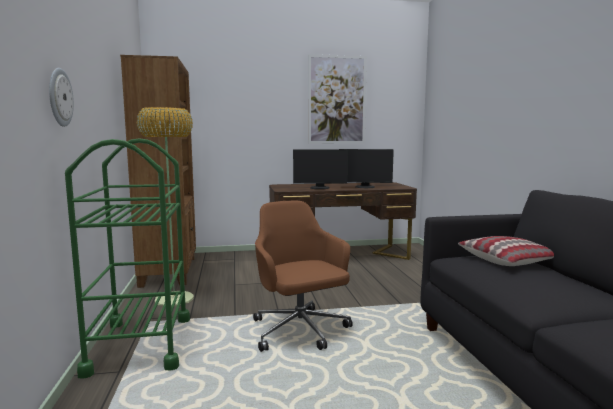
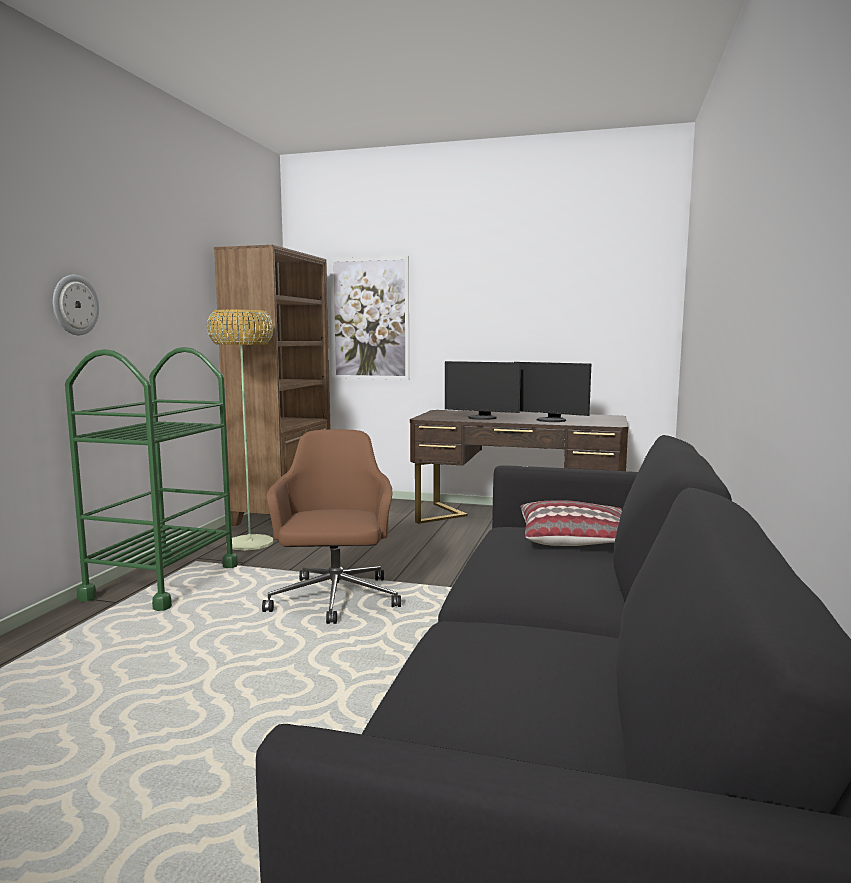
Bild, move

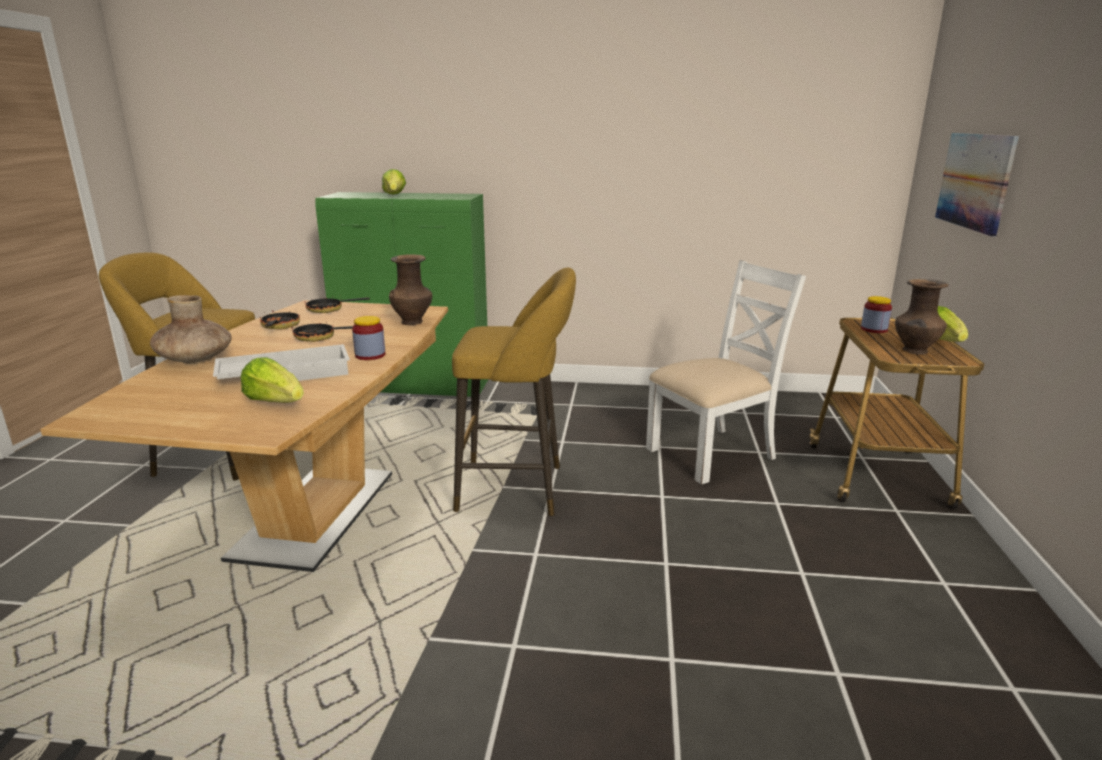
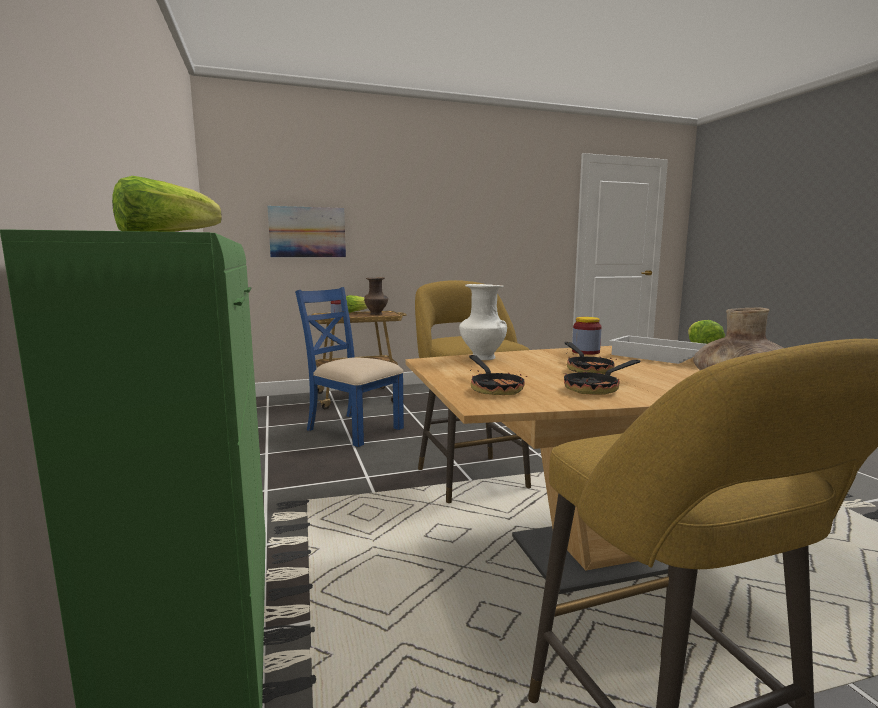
Vase [braun] (2nd from left) => Vase [weiß]
Stuhl [weiß] => Stuhl [blau]

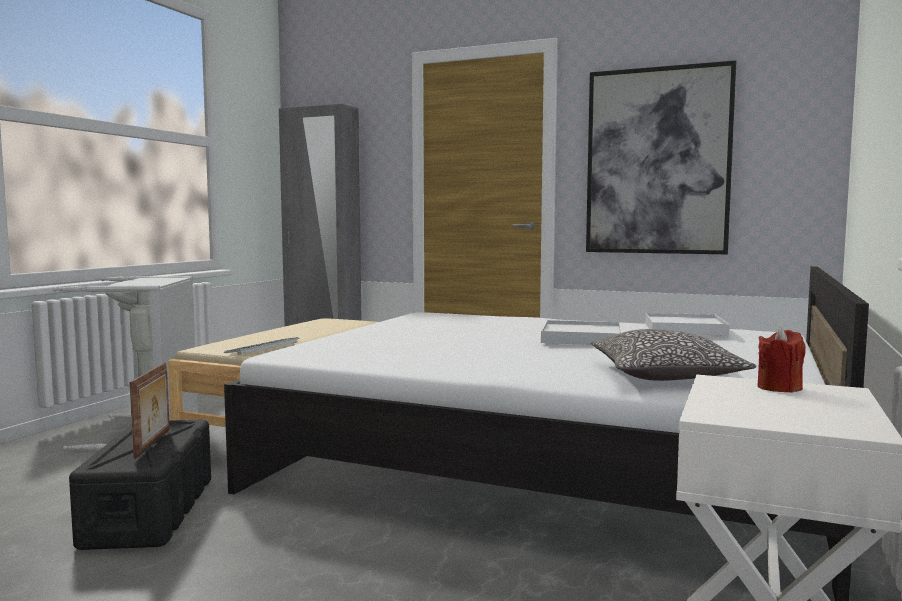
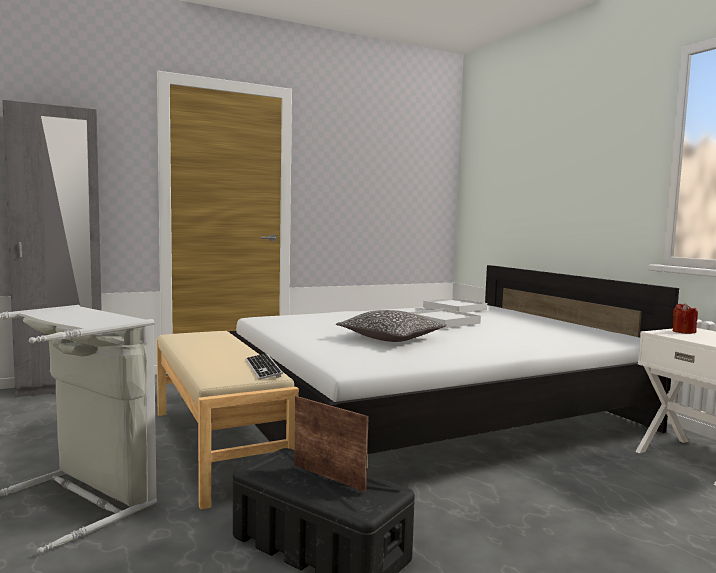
Bild => nothing
Kissen, move

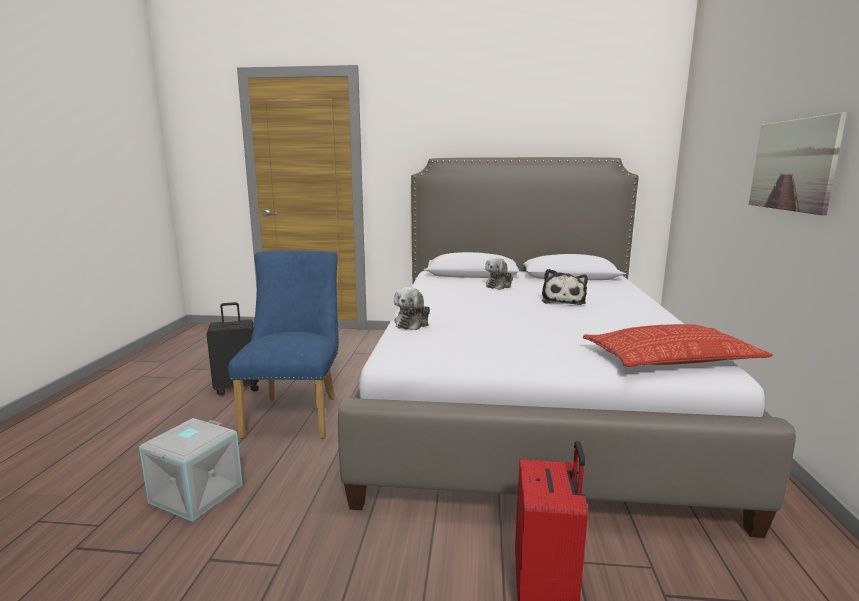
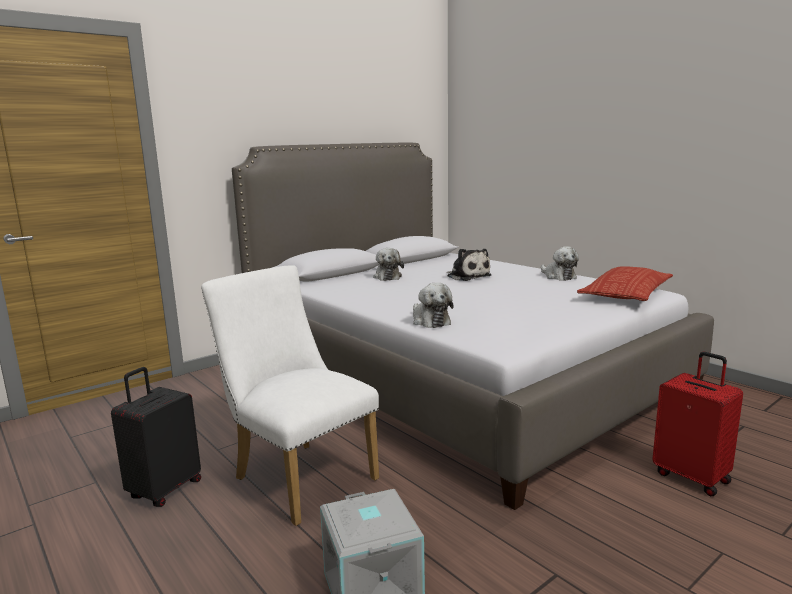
Bild => nothing
Stuhl [blau] => Stuhl [weiß]
nothing => Plüschtier (4th from left)

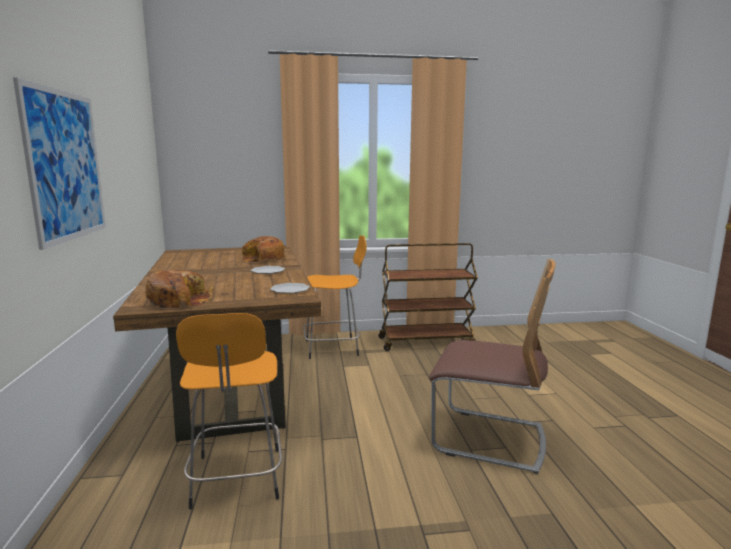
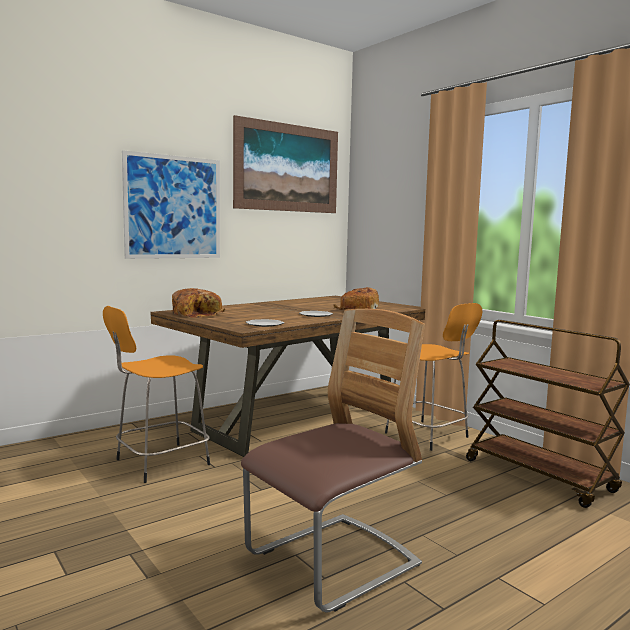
Stuhl, 120 degrees counterclockwise
nothing => Bild (2nd from left)

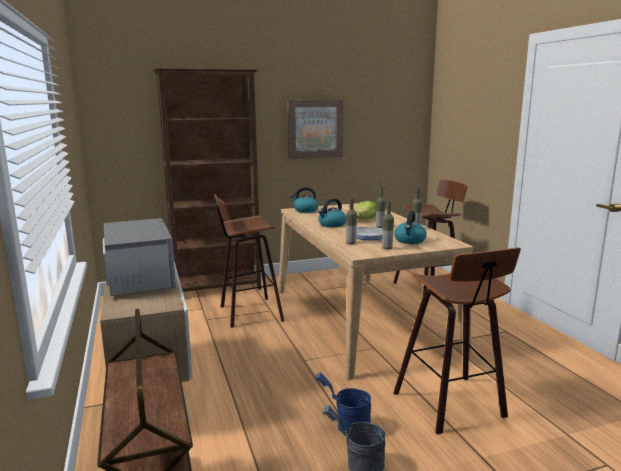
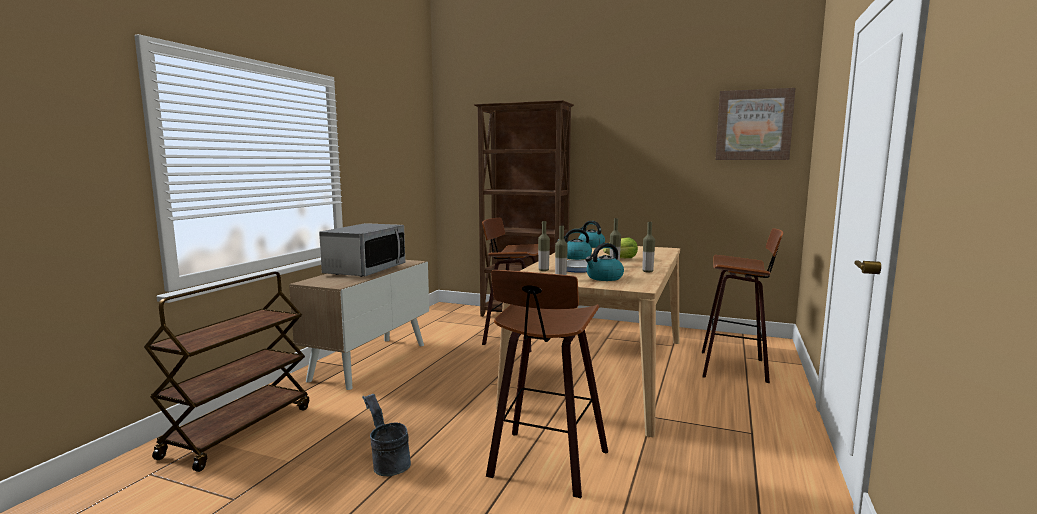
Bild, move
Eimer [blau] => nothing

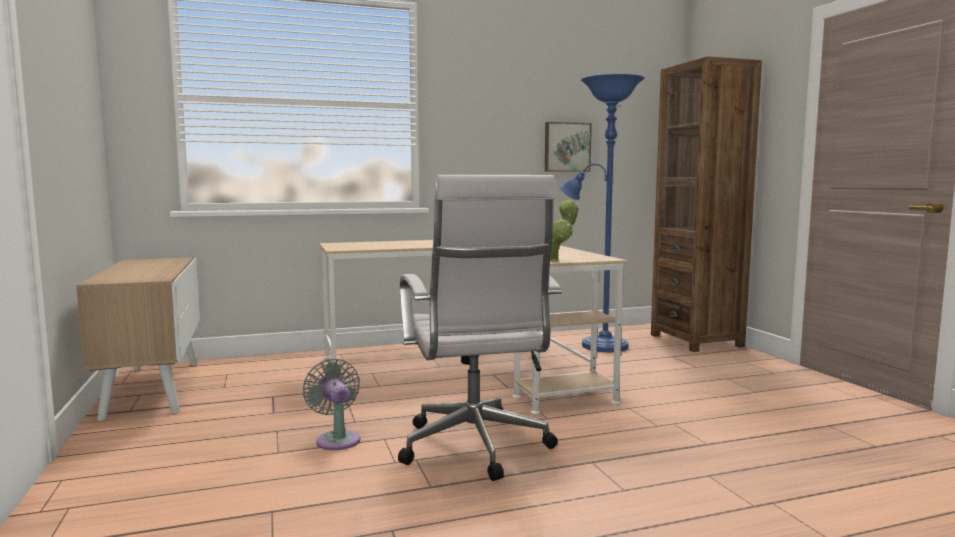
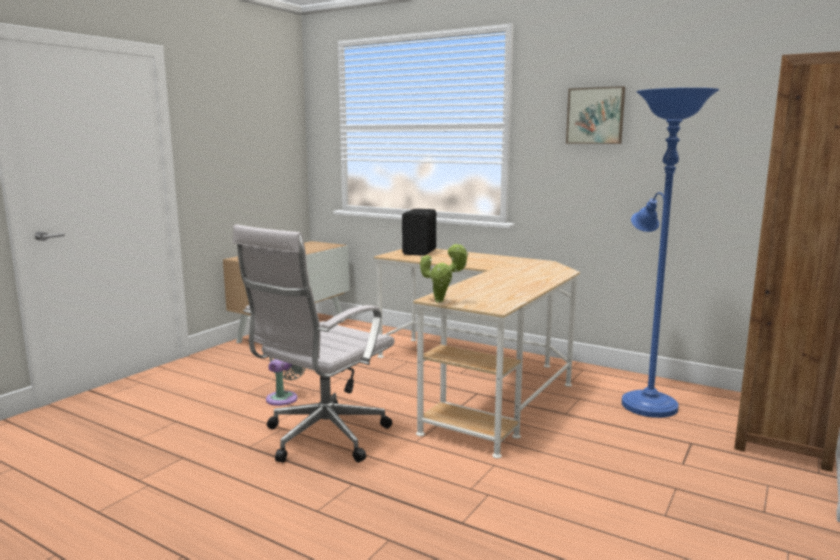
Bild, move
nothing => Lautsprecher [schwarz]

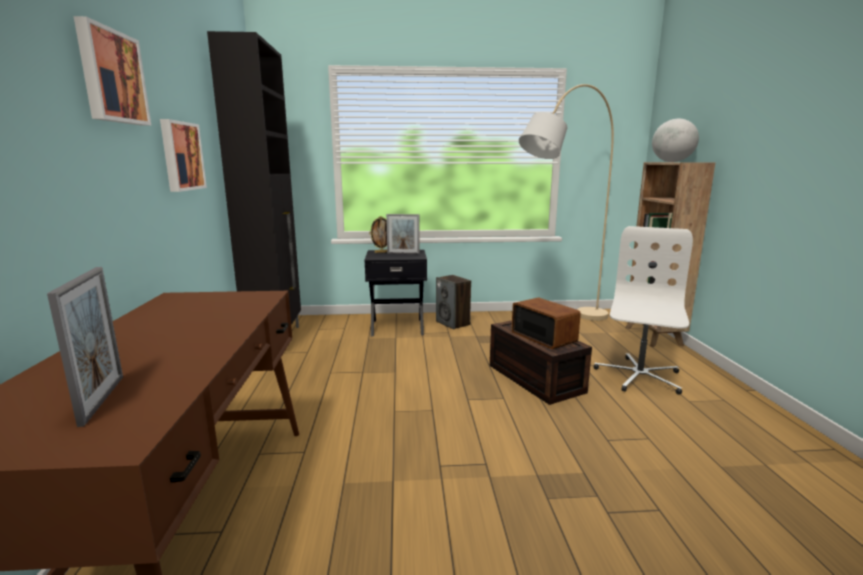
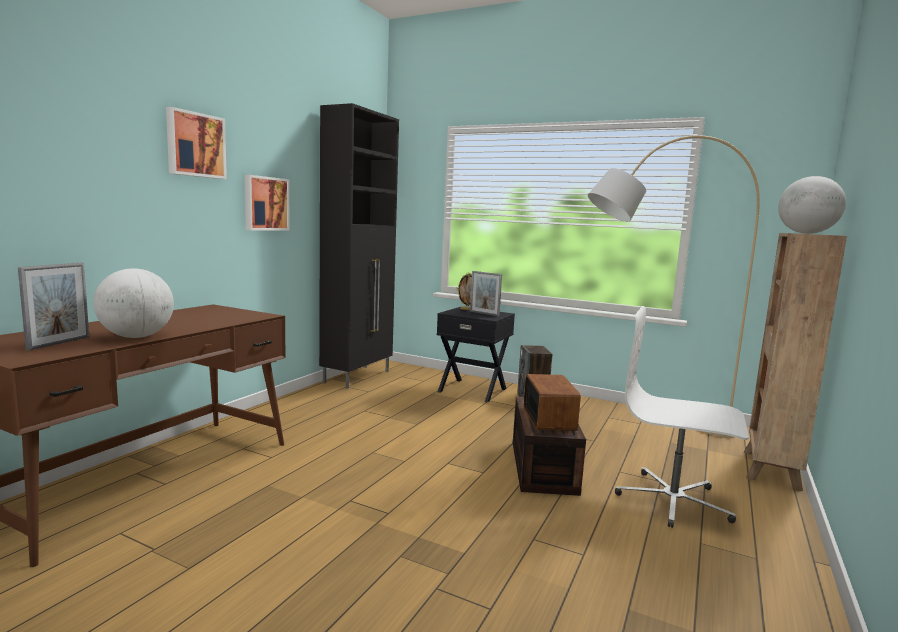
Bürostuhl [weiß], 120 degrees counterclockwise
nothing => Globus (1st from left)

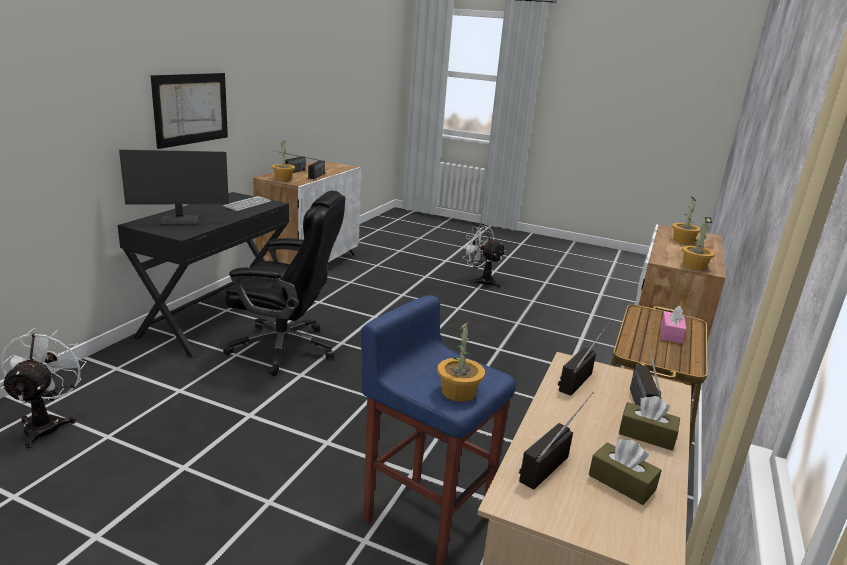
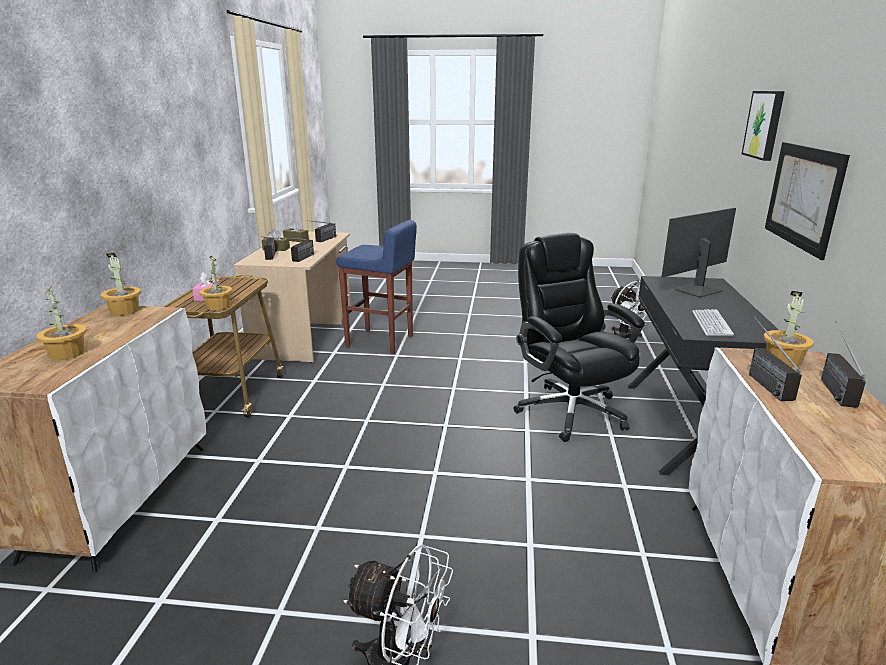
Bürostuhl [schwarz], 75 degrees clockwise
Topfpflanze (2nd from left in the first image) => Topfpflanze (3rd from left), move
nothing => Bild (1st from left)

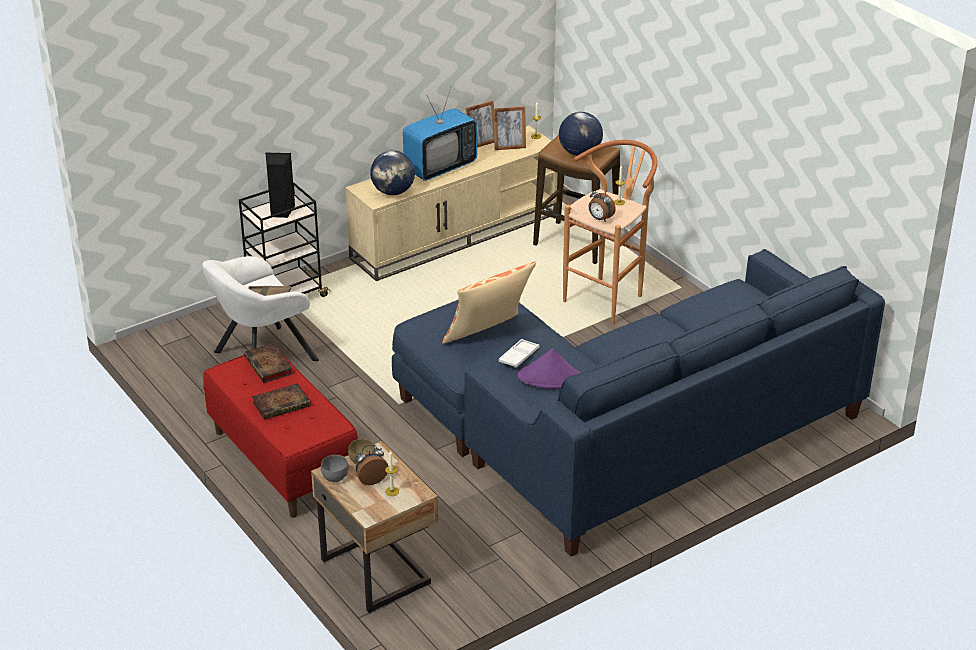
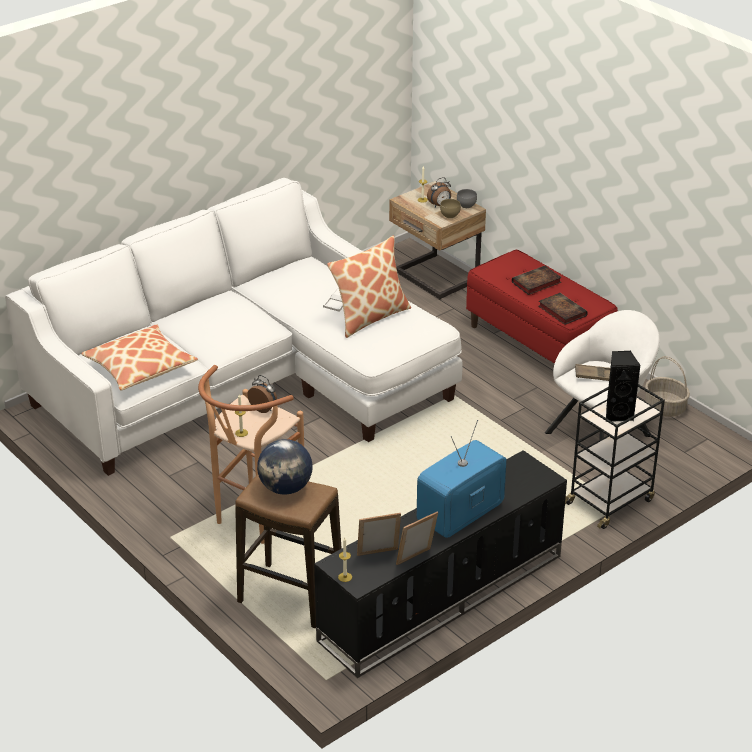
Fernsehschrank [beige] => Fernsehschrank [schwarz]
Globus (1st from left) => nothing
Sofa [blau] => Sofa [weiß]
Hut [lila] => nothing
nothing => Kissen (1st from left)
nothing => Korb

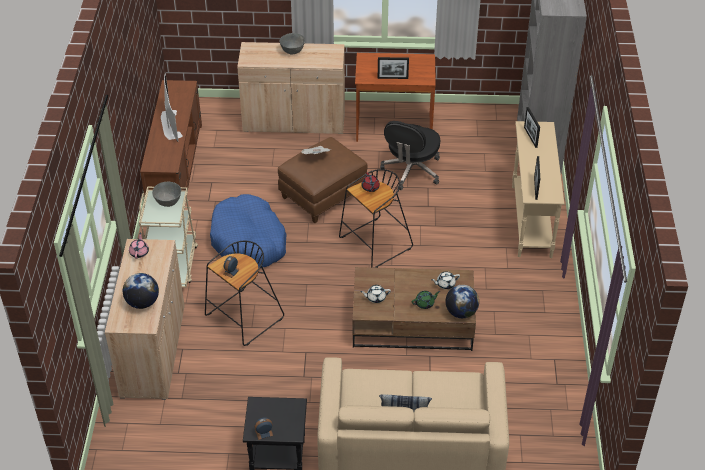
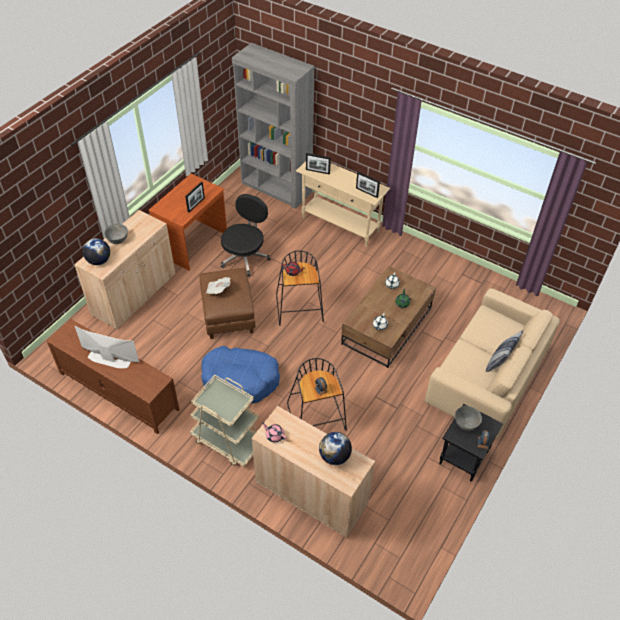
Bürostuhl [schwarz], 120 degrees counterclockwise
Schüssel [grau] (1st from left in the first image) => Schüssel [grau] (2nd from left), move
Globus (2nd from left in the first image) => Globus (1st from left), move

